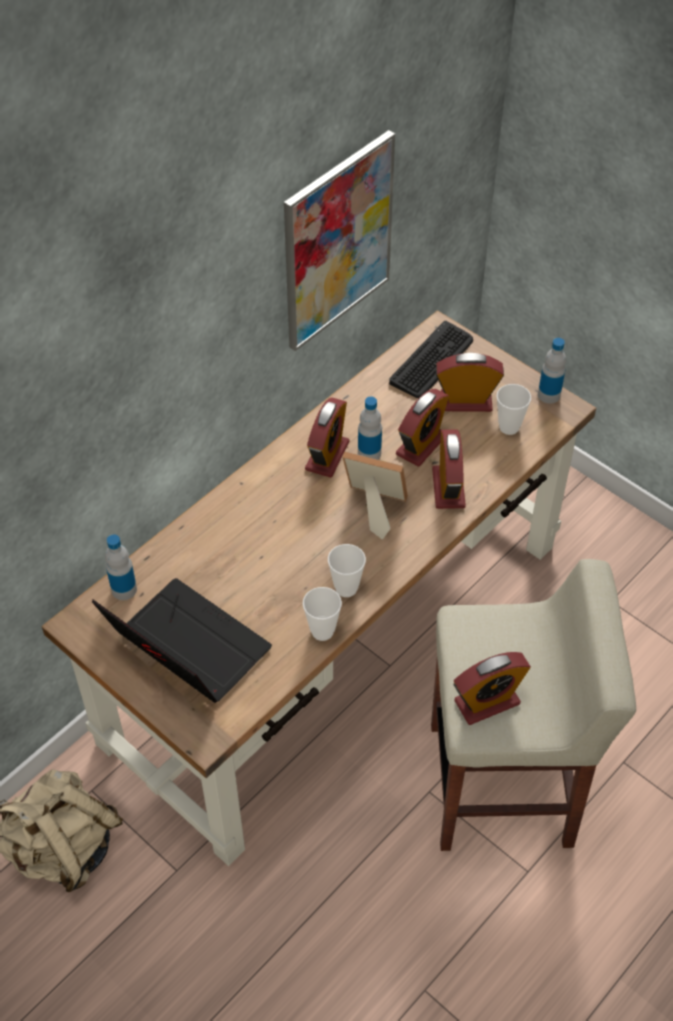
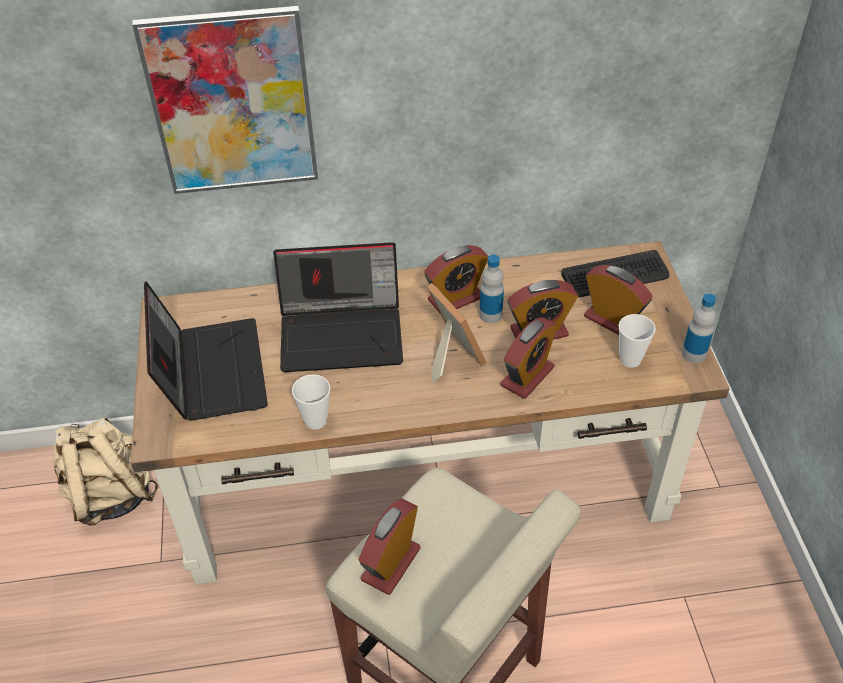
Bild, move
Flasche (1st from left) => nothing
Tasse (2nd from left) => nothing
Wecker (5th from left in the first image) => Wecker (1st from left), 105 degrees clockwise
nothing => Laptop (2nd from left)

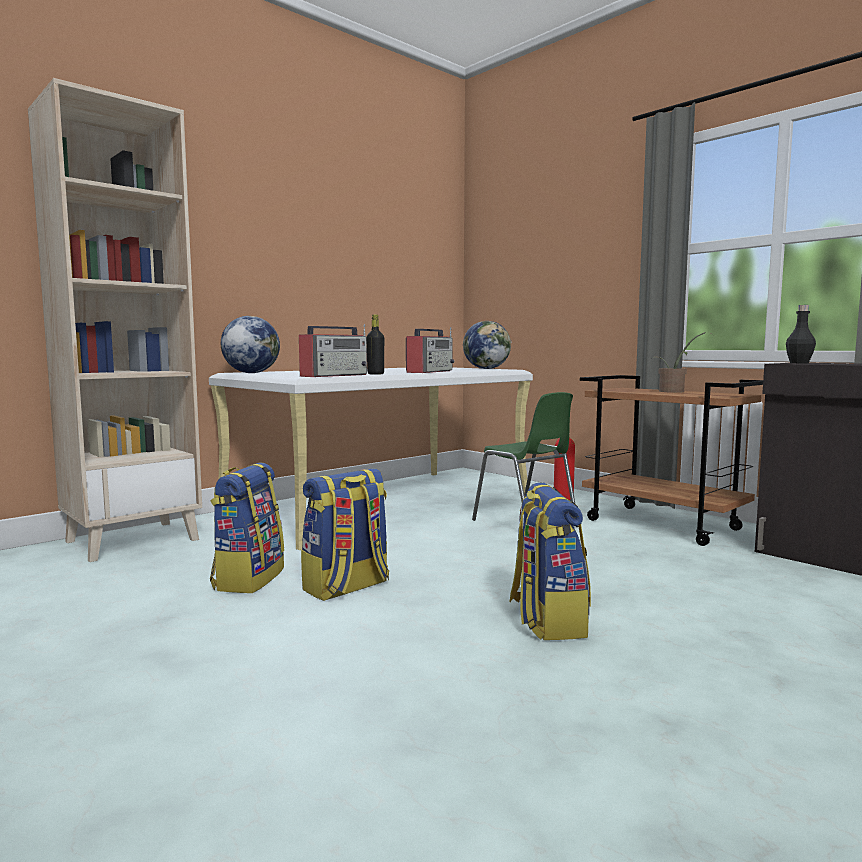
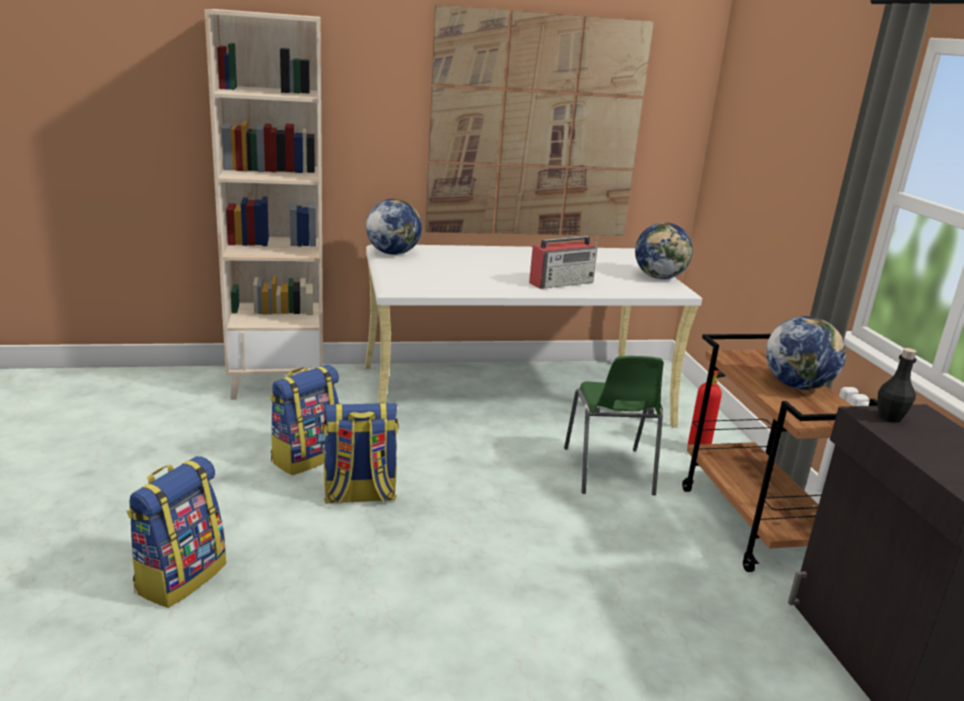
Flasche [schwarz] (1st from left) => nothing
Radio (1st from left) => nothing
Topfpflanze => Globus (3rd from left)
Rucksack (3rd from left in the first image) => Rucksack (1st from left), move
nothing => Bild

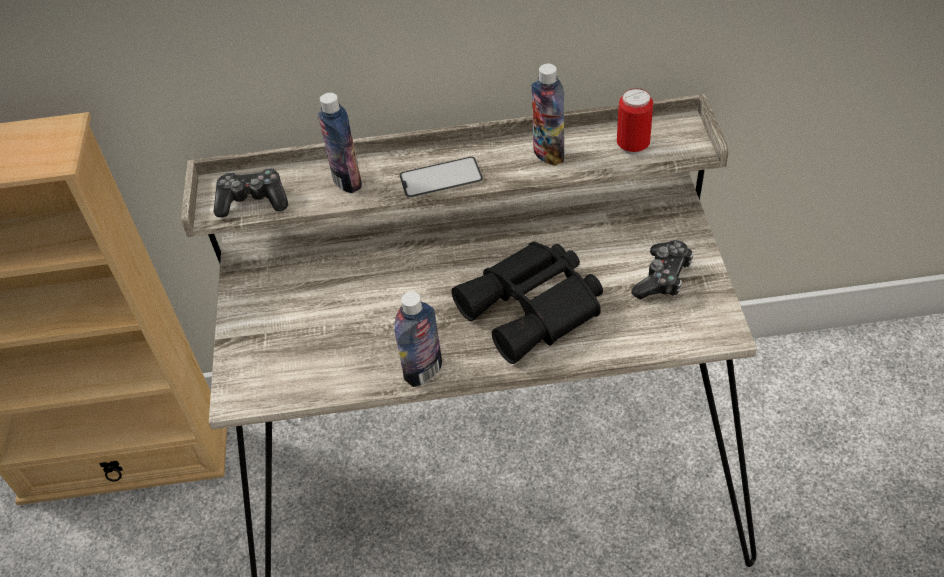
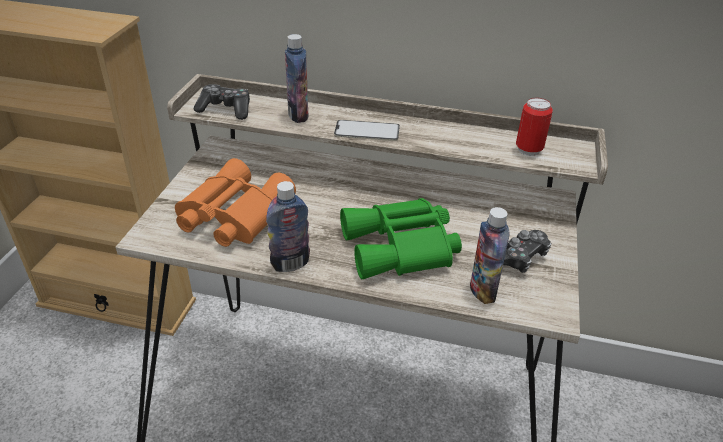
Flasche (3rd from left), move
Fernglas [schwarz] => Fernglas [grün]
nothing => Fernglas [orange]

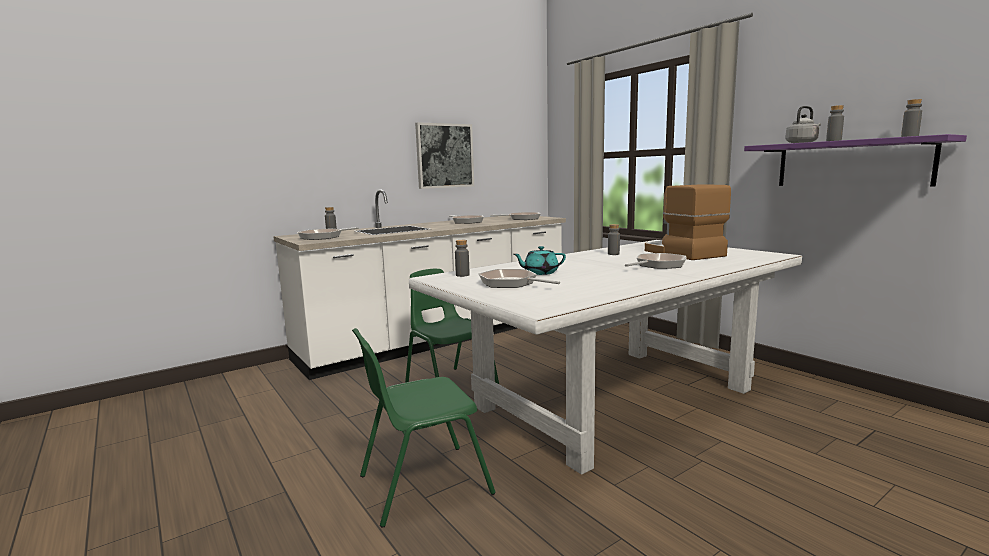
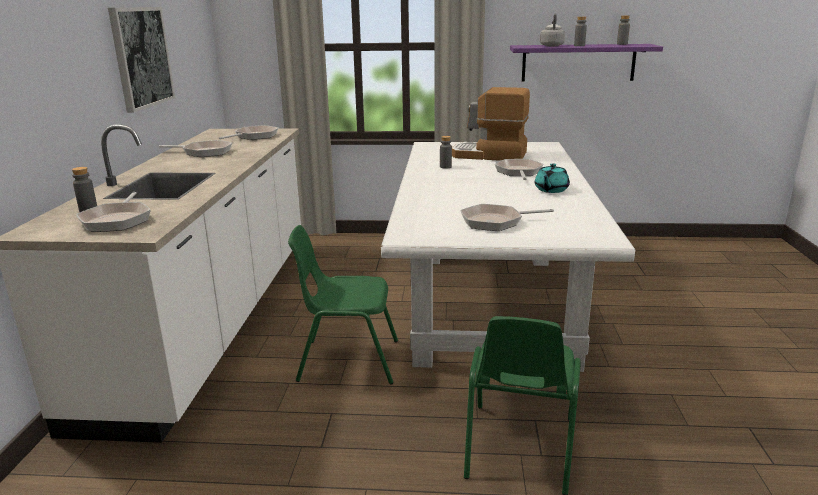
Flasche [grau] (2nd from left) => nothing
Teekanne [türkis], move

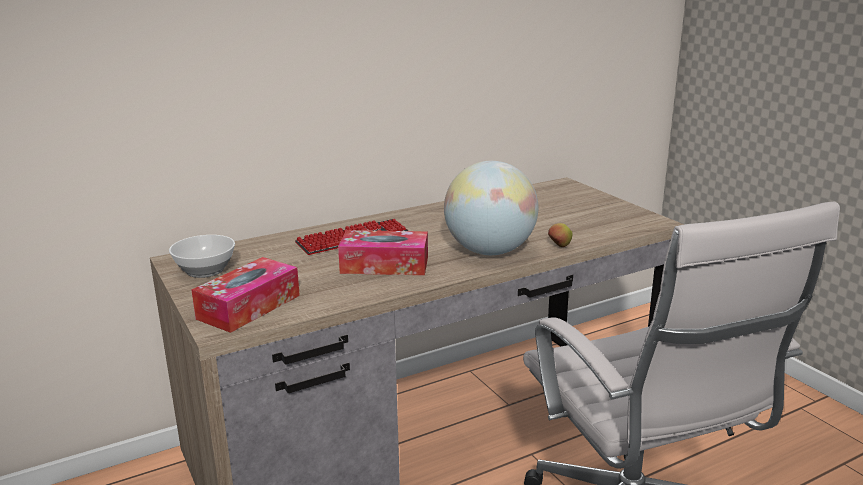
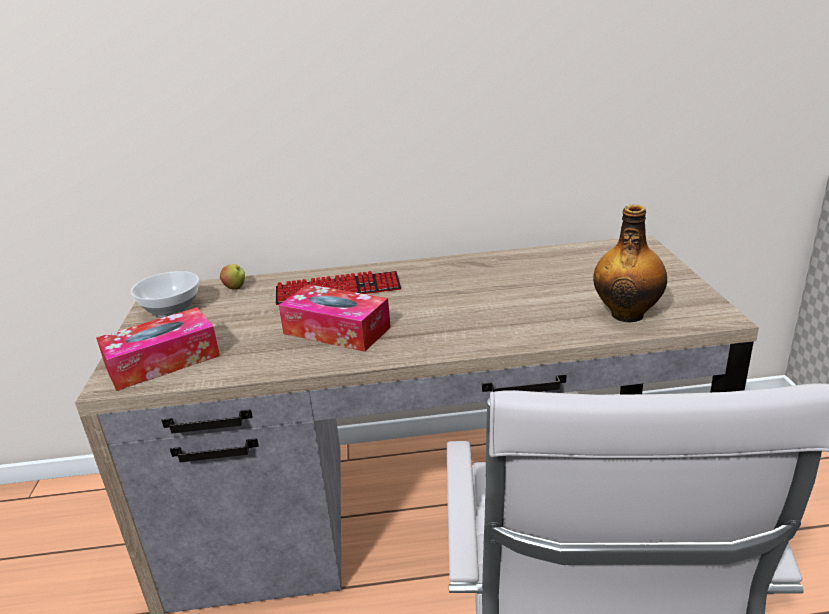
Globus => nothing
Apfel, move
nothing => Flasche

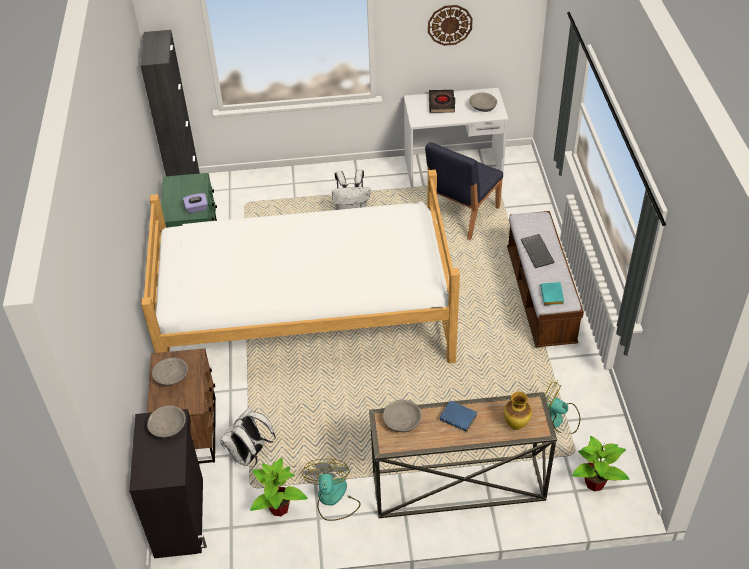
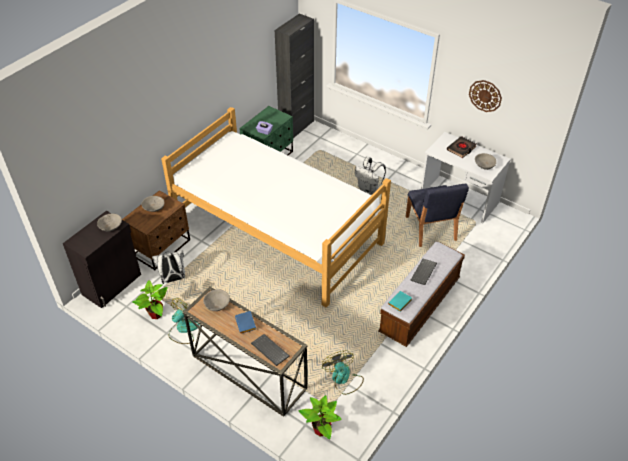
Stuhl [blau], 90 degrees counterclockwise
Vase => Tastatur (1st from left)

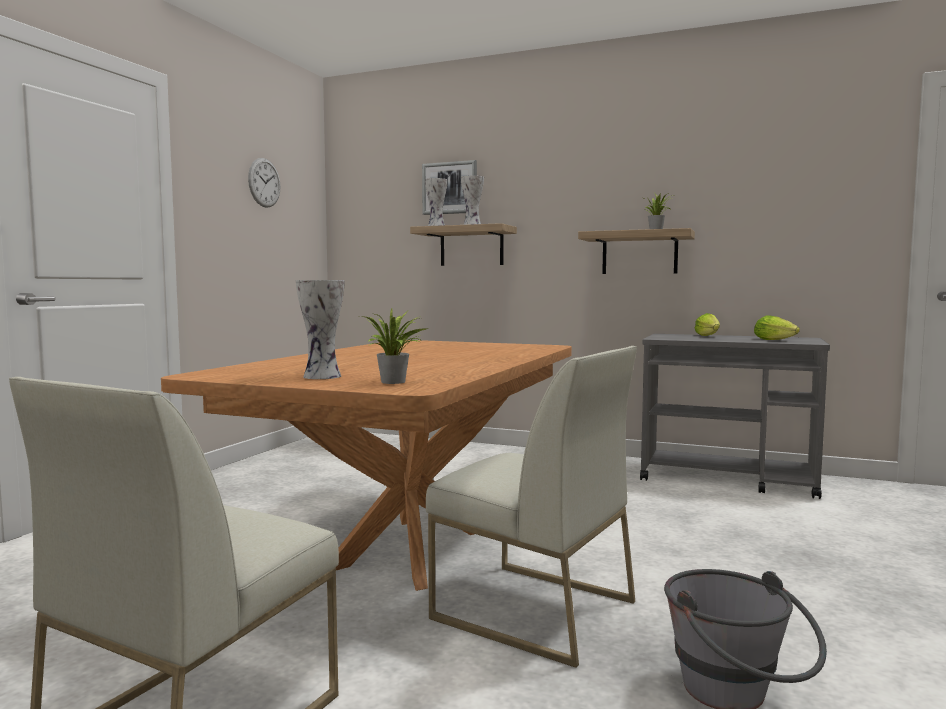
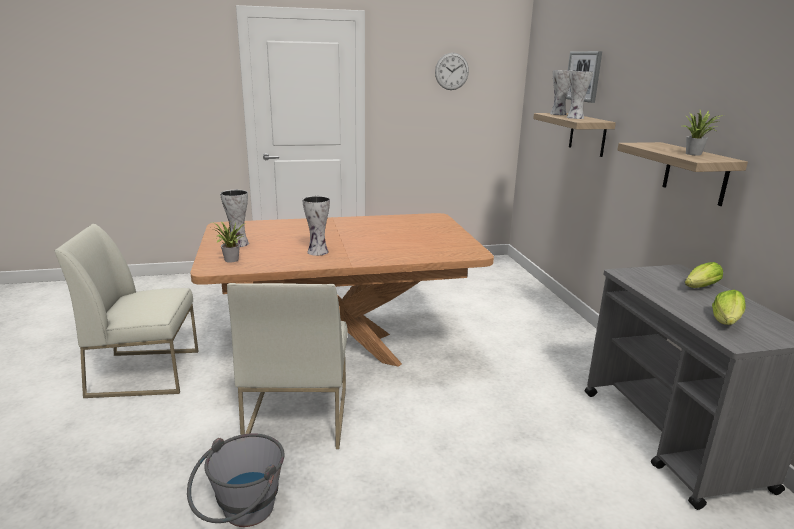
nothing => Vase (2nd from left)

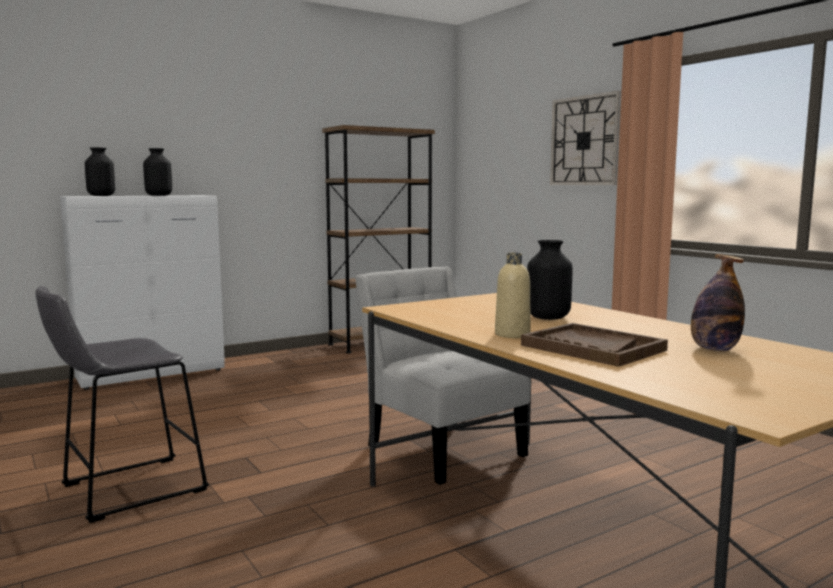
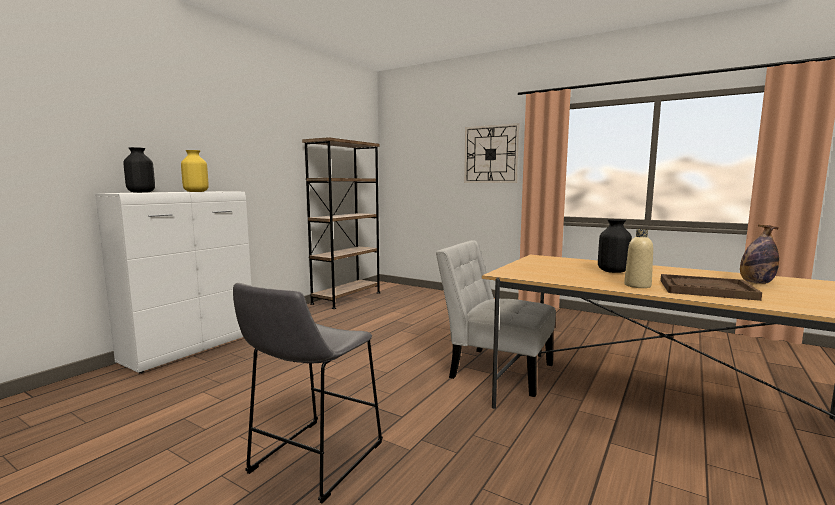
Vase [schwarz] (2nd from left) => Vase [gelb]

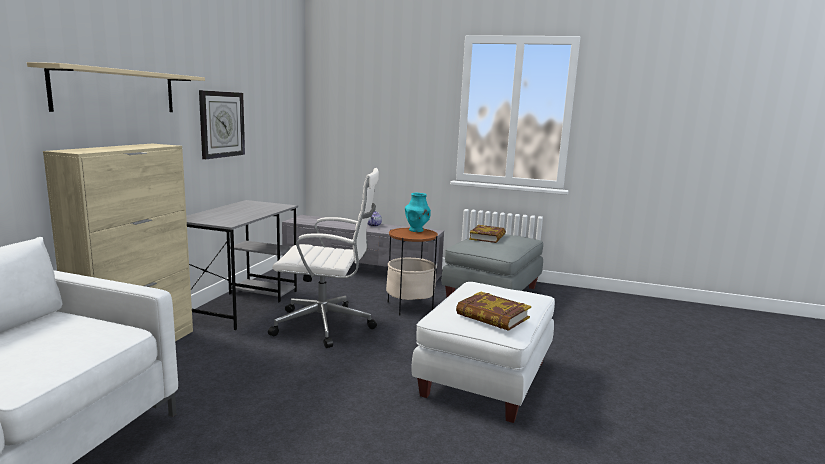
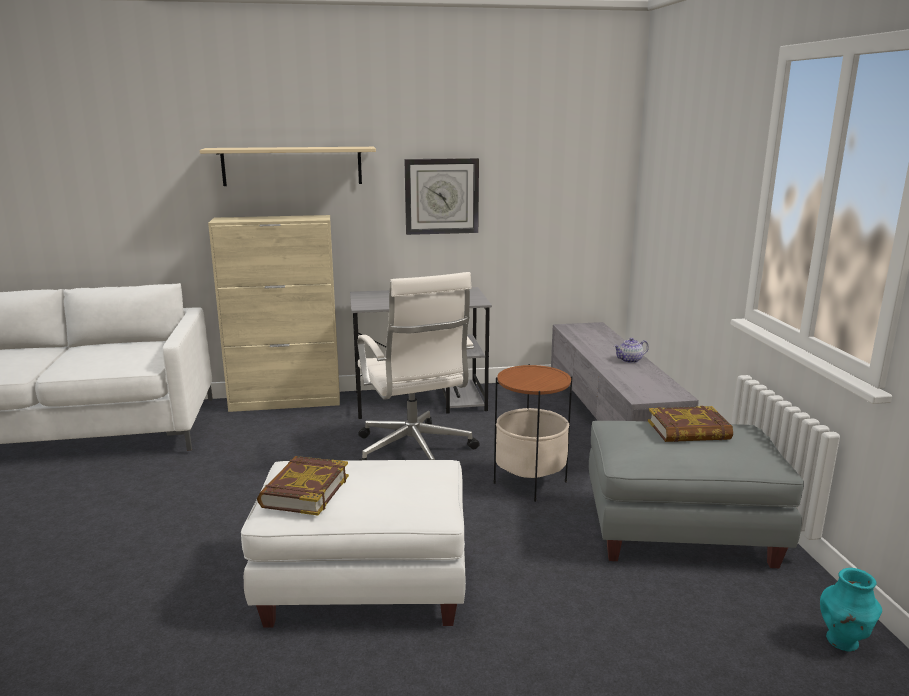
Vase [türkis], move

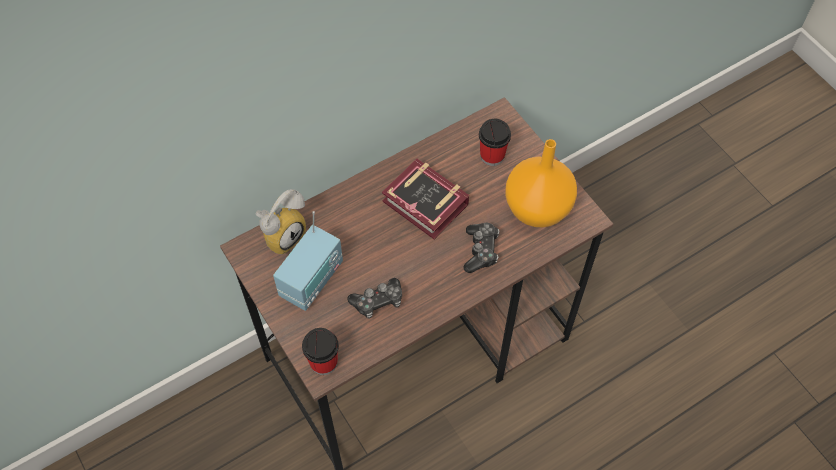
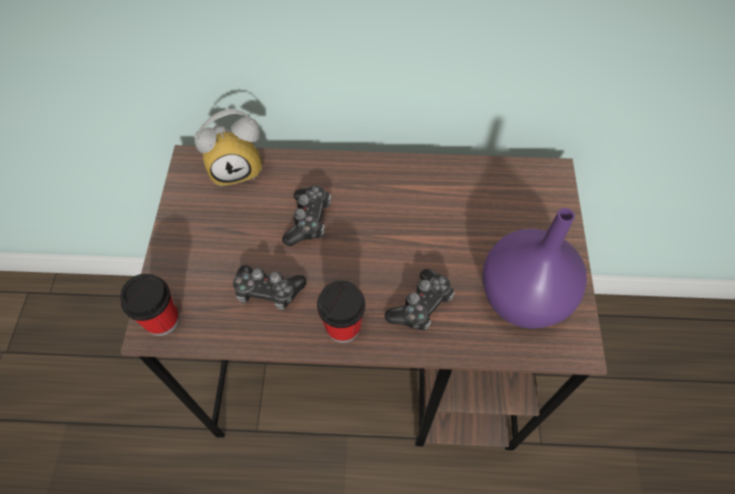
Tasse (2nd from left), move
Vase [orange] => Vase [lila]
Buch => nothing
Radio => nothing
nothing => Gamepad (2nd from left)

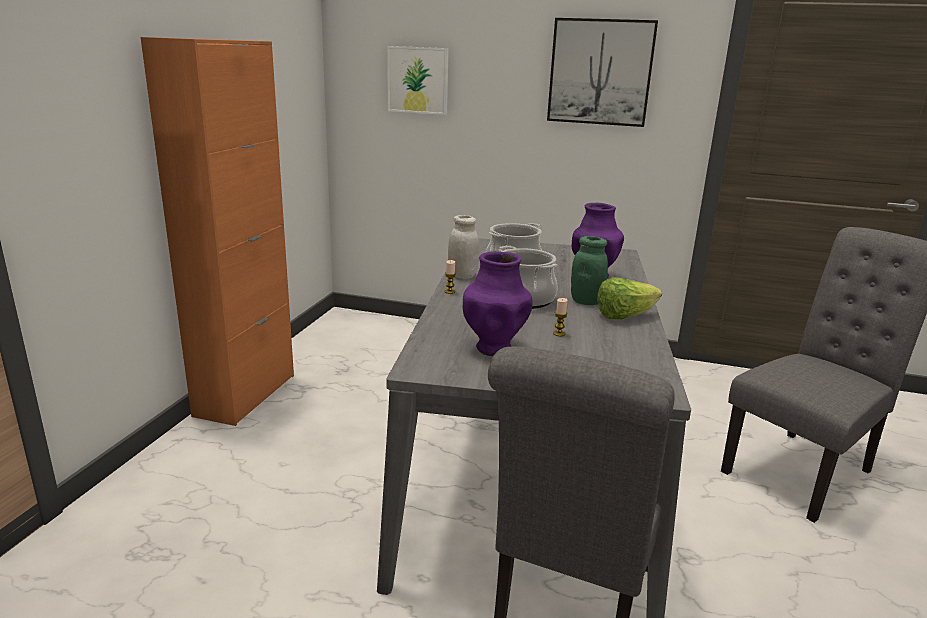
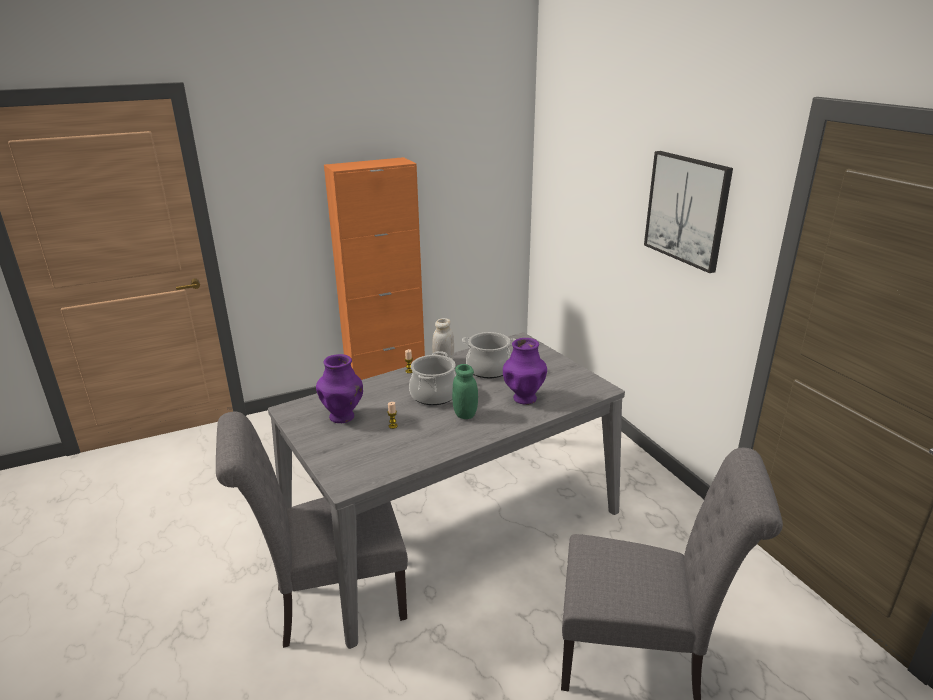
Bild (1st from left) => nothing
Salatkopf => nothing

